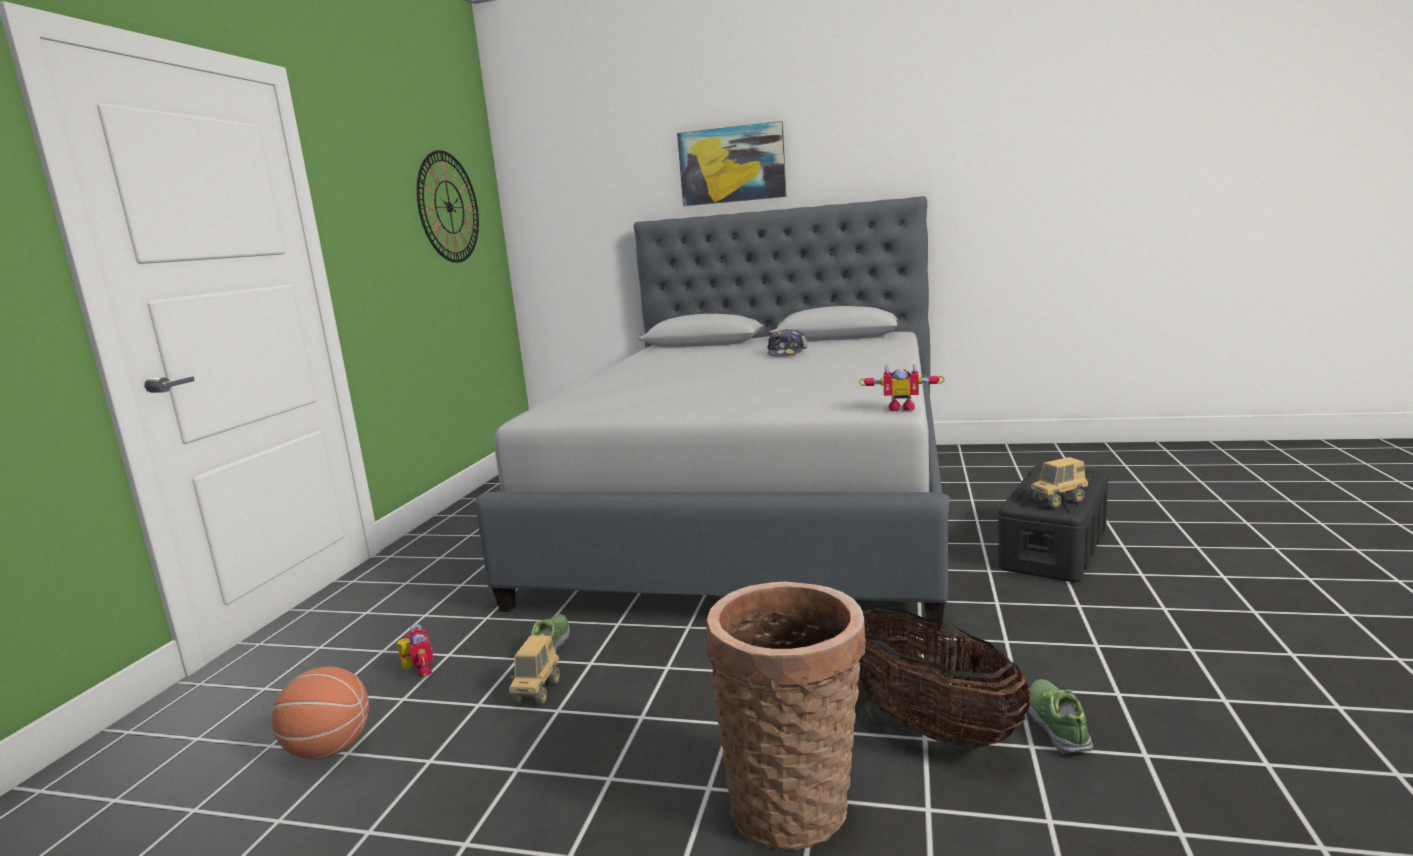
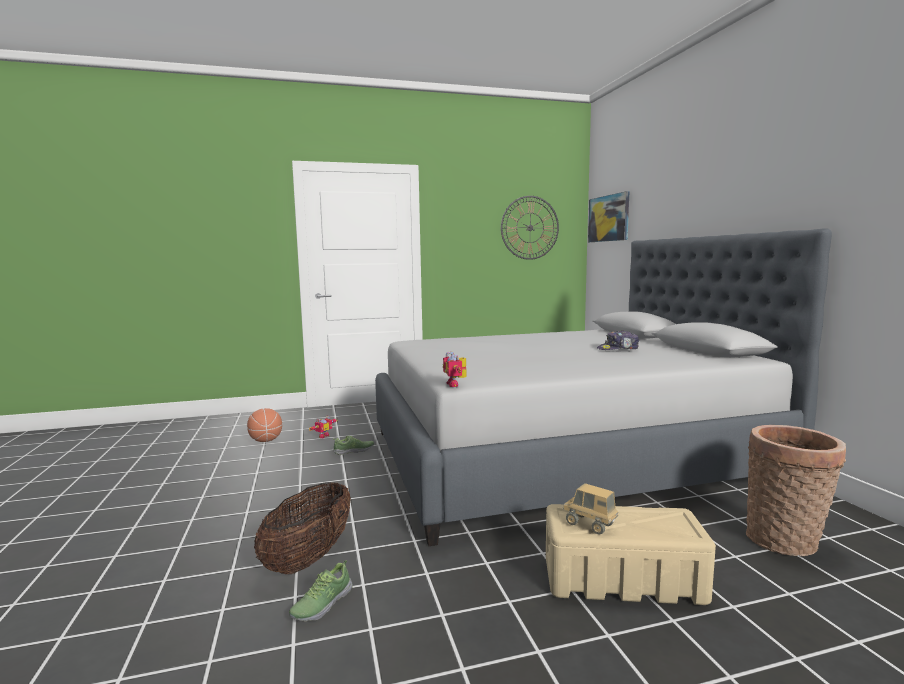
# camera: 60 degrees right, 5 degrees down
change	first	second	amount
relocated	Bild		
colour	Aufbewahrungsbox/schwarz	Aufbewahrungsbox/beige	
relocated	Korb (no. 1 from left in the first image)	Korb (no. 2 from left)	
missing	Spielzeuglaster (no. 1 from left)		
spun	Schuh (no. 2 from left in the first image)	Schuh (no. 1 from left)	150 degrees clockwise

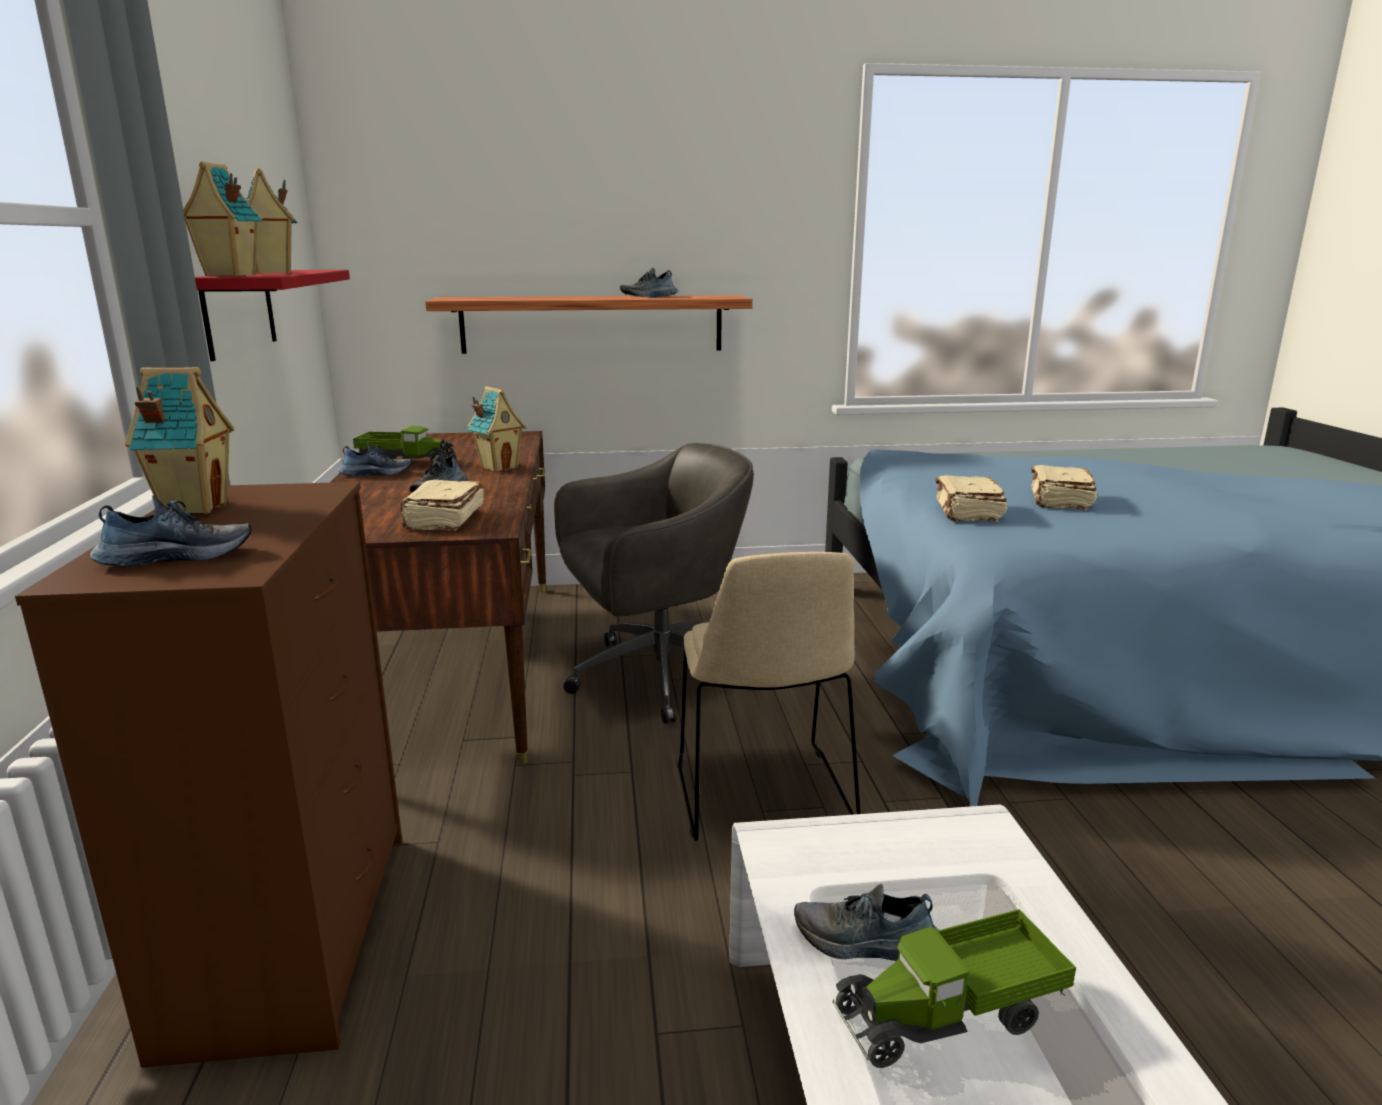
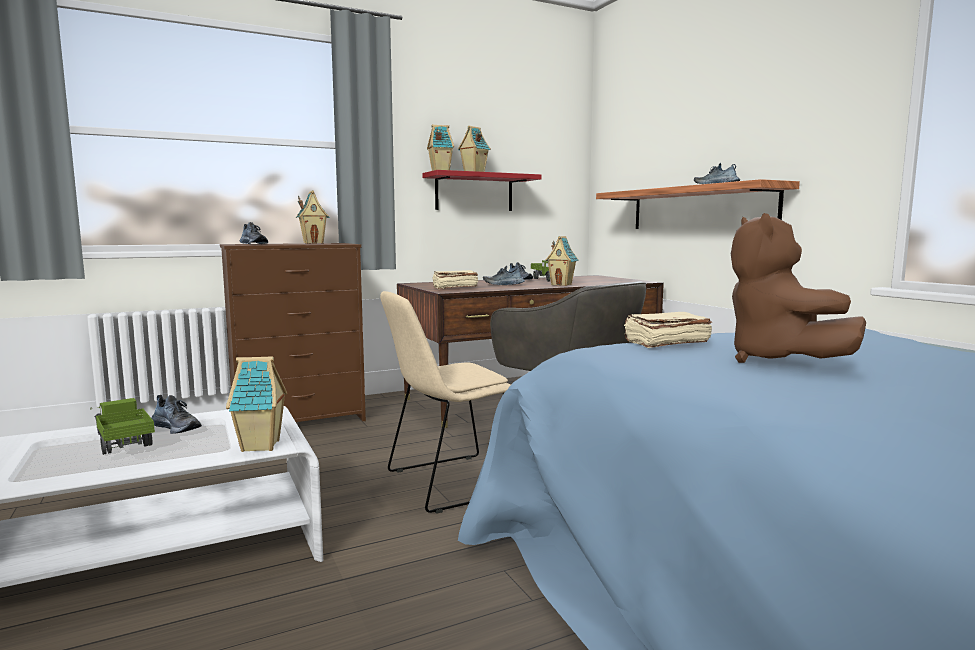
# camera: 70 degrees right, 10 degrees down
change	first	second	amount
exchanged	Buch/beige (no. 3 from left)	Plüschtier/braun	
spun	Schuh (no. 5 from left in the first image)	Schuh (no. 1 from left)	135 degrees clockwise
appeared		Spielzeughaus (no. 1 from left)	

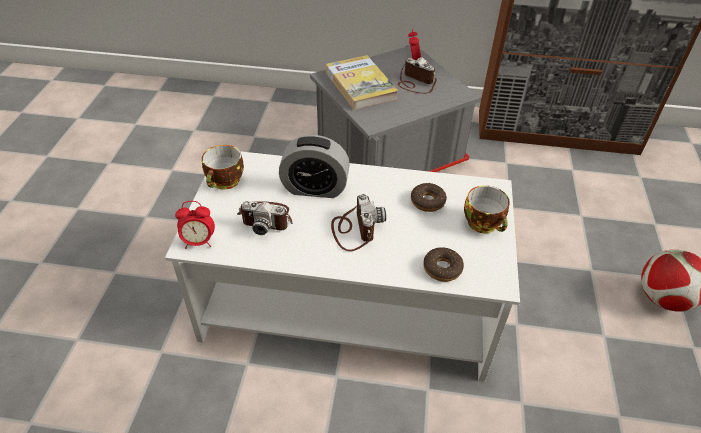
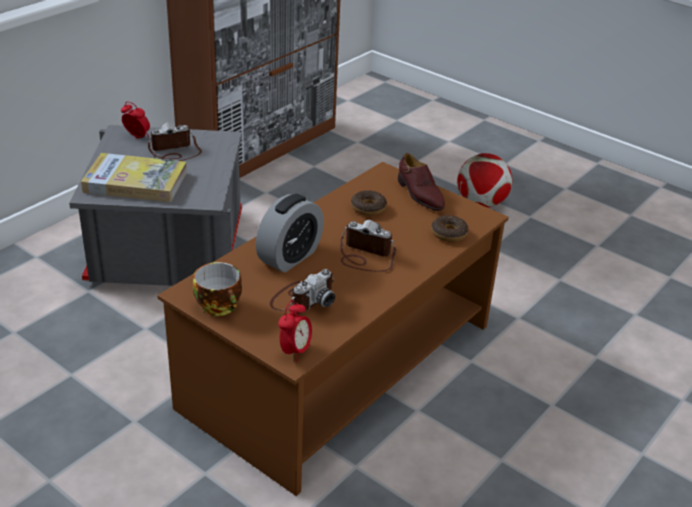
# camera: 60 degrees left, 10 degrees down
change	first	second	amount
colour	Couchtisch/weiß	Couchtisch/braun	
exchanged	Tasse (no. 2 from left)	Schuh/braun	

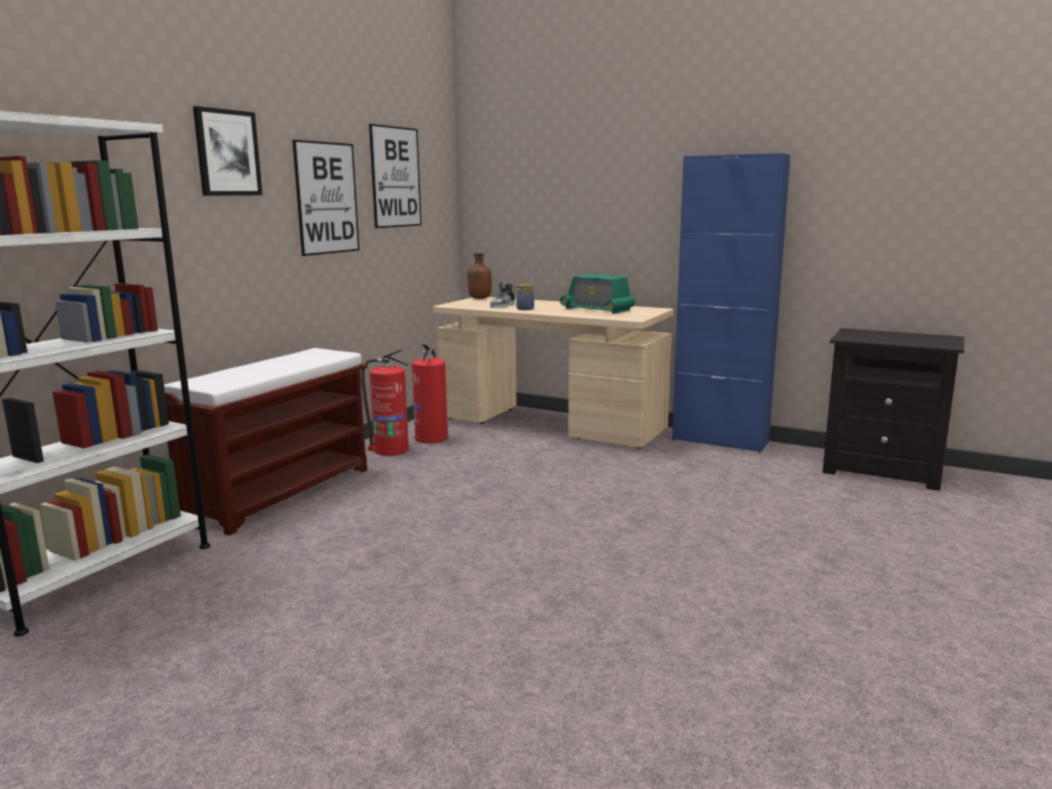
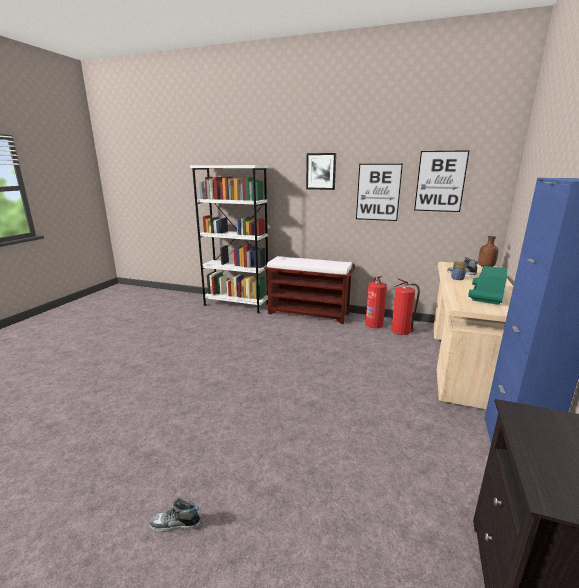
# camera: 80 degrees right, 5 degrees up
change	first	second	amount
appeared		Schuh (no. 1 from left)	

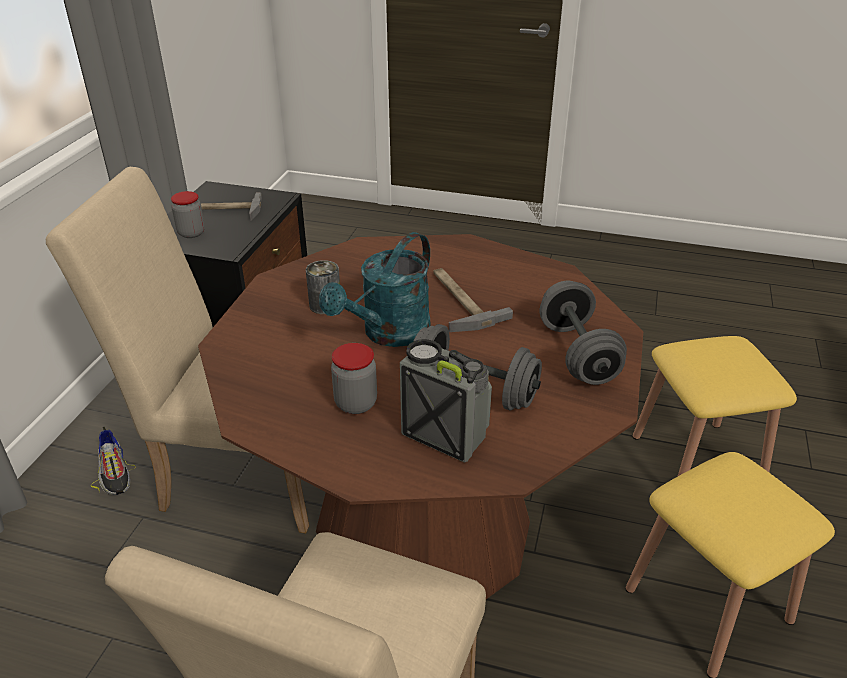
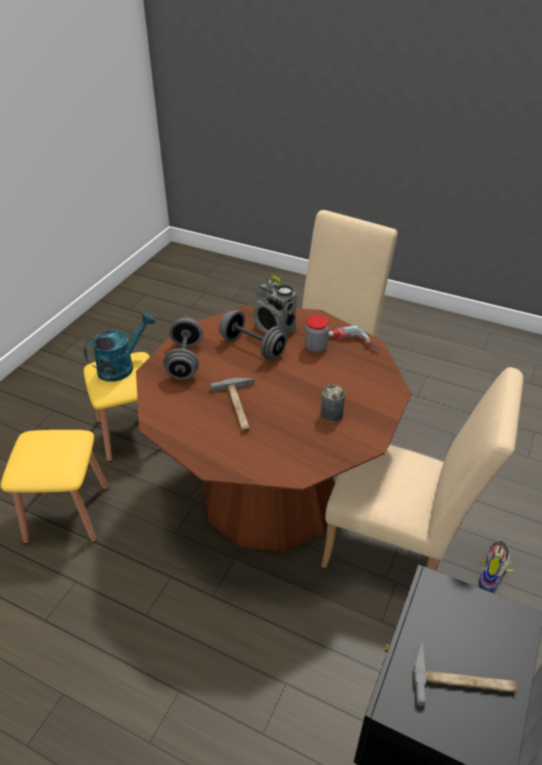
# camera: 170 degrees left, 5 degrees up
change	first	second	amount
missing	Vorratsglas (no. 1 from left)		
relocated	Gießkanne/türkis		
spun	Schuh		45 degrees clockwise
appeared		Bohrmaschine	

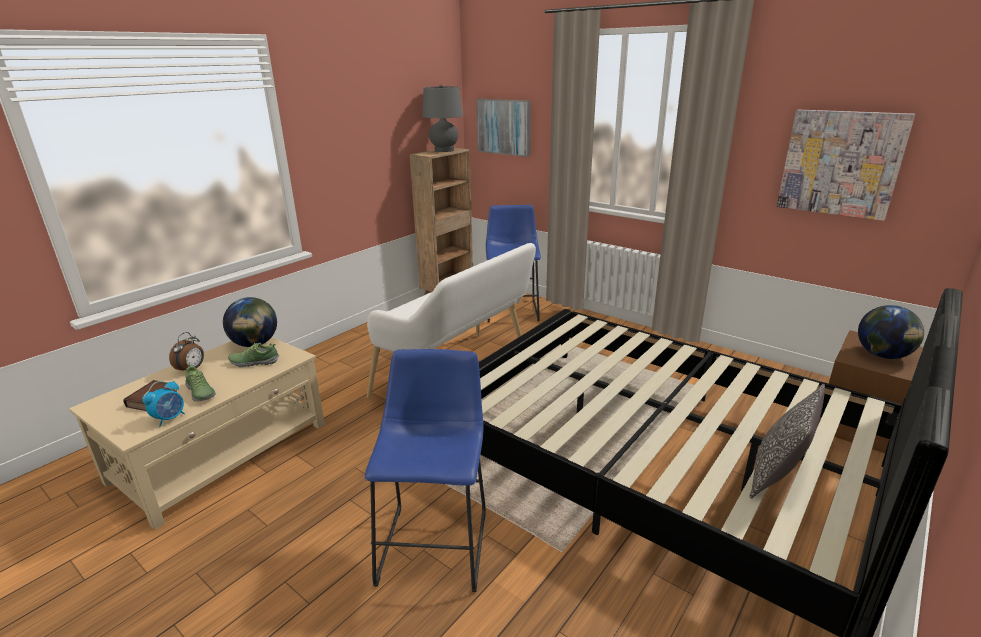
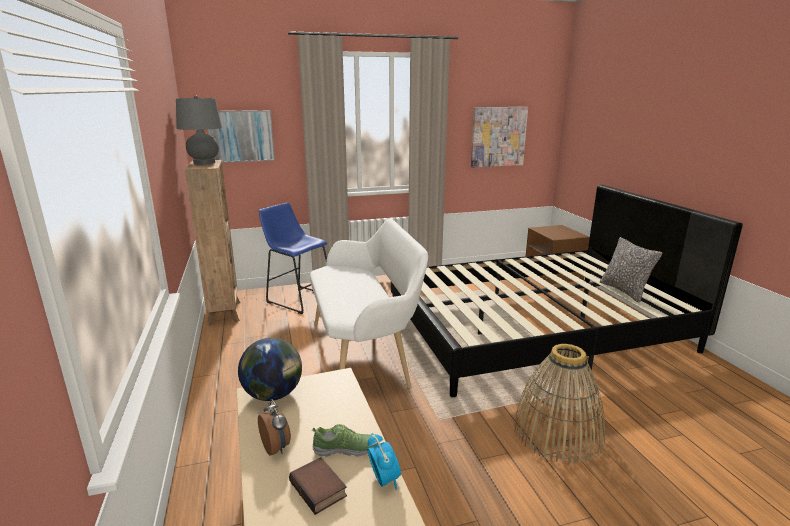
# camera: 55 degrees left, 5 degrees down
change	first	second	amount
missing	Globus (no. 2 from left)		
missing	Schuh (no. 2 from left)		
exchanged	Hocker/blau (no. 1 from left)	Korb	

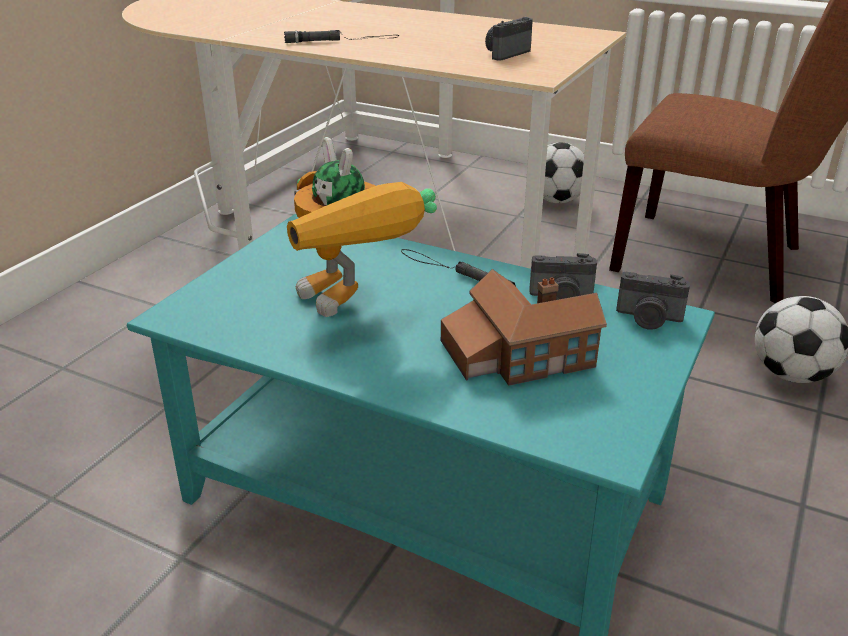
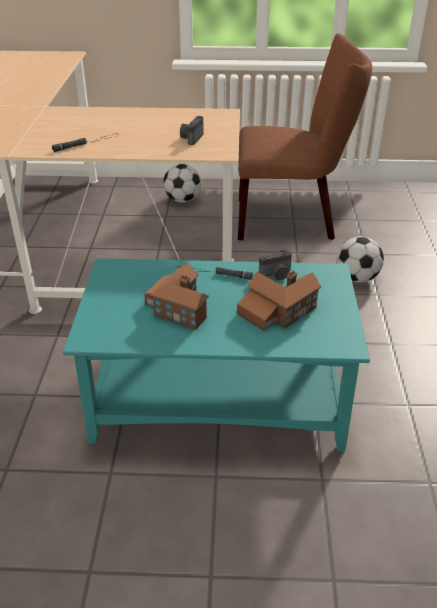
# camera: 25 degrees left, 5 degrees up
change	first	second	amount
exchanged	Spielzeugroboter	Spielzeughaus (no. 1 from left)	
missing	Kamera (no. 3 from left)		

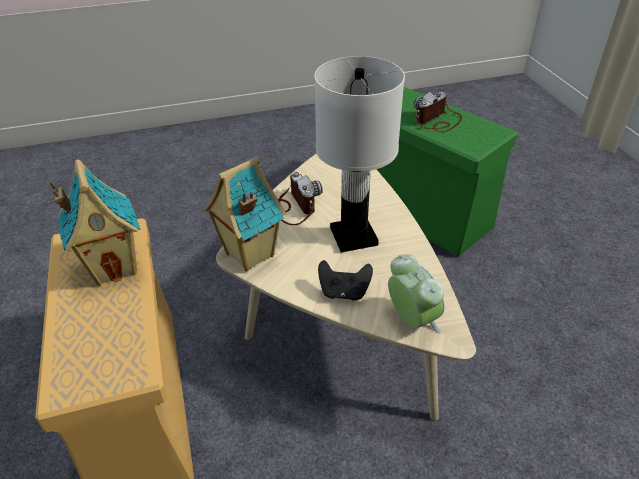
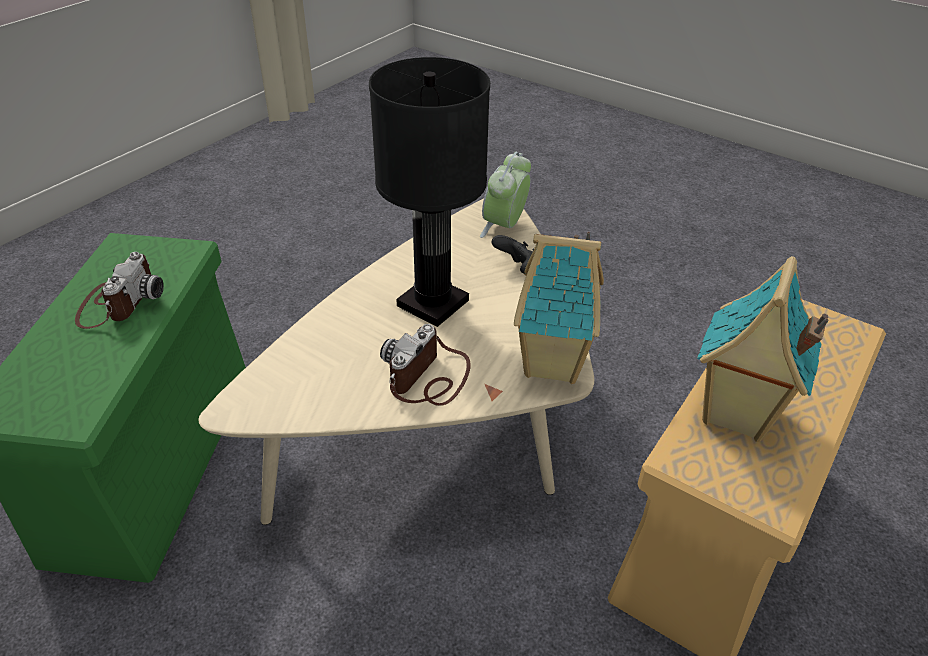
# camera: 130 degrees left, 0 degrees up
change	first	second	amount
colour	Tischlampe/weiß	Tischlampe/schwarz	
spun	Kamera (no. 2 from left in the first image)	Kamera (no. 1 from left)	90 degrees counterclockwise

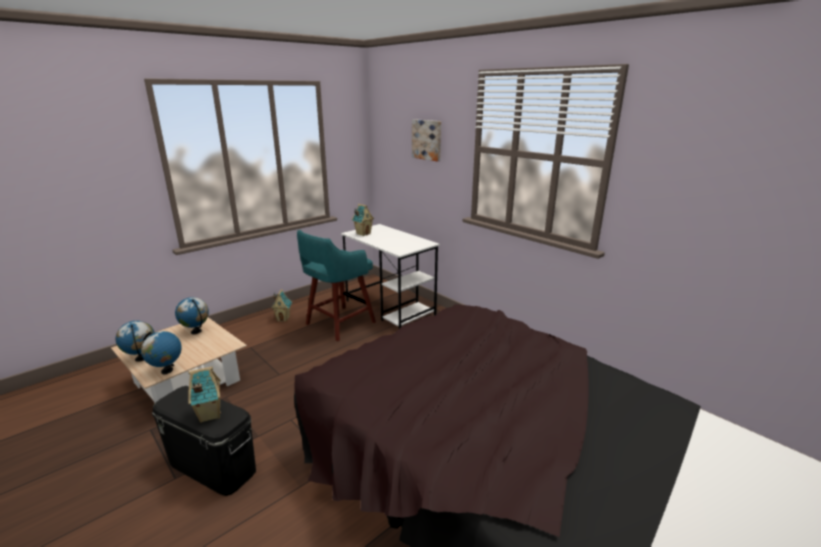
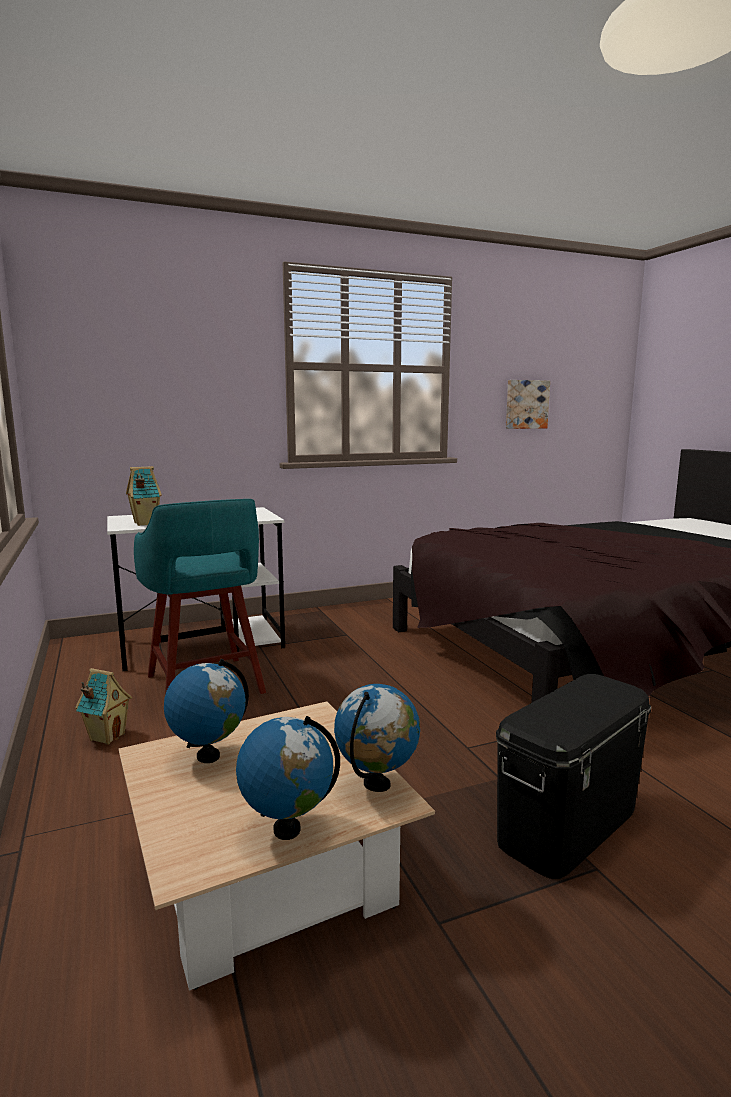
# camera: 70 degrees left, 10 degrees down
change	first	second	amount
relocated	Bild		
missing	Spielzeughaus (no. 1 from left)		

